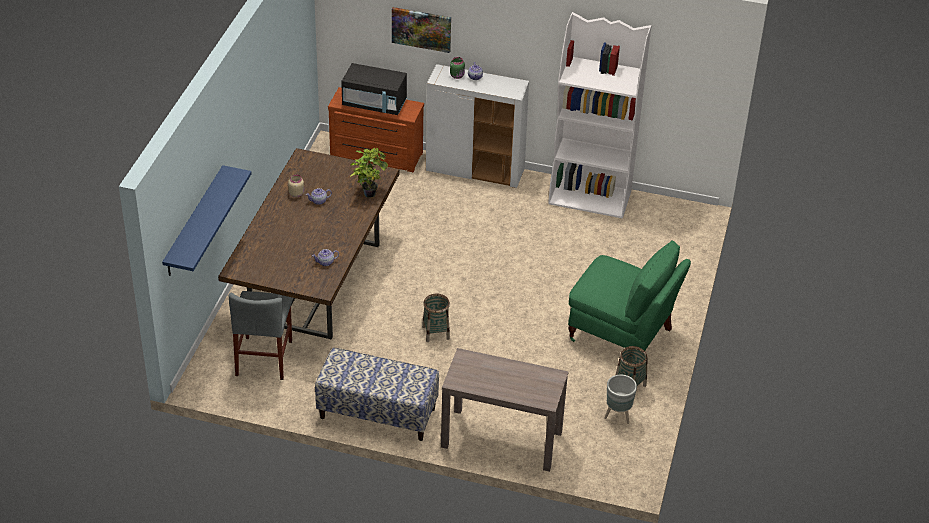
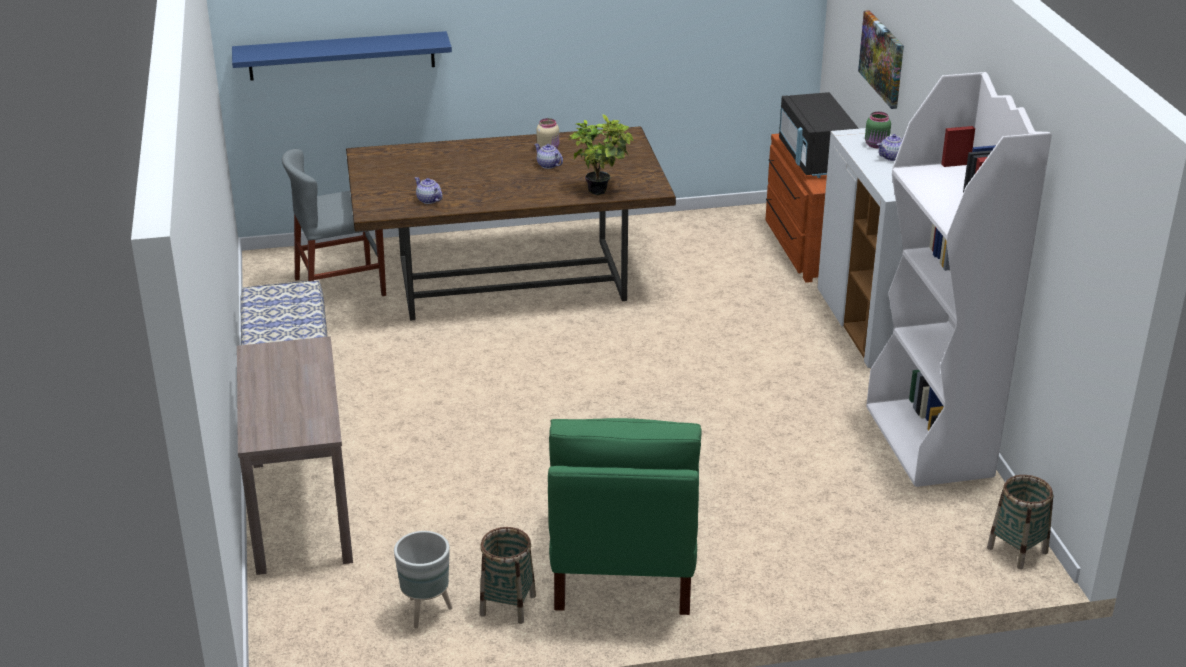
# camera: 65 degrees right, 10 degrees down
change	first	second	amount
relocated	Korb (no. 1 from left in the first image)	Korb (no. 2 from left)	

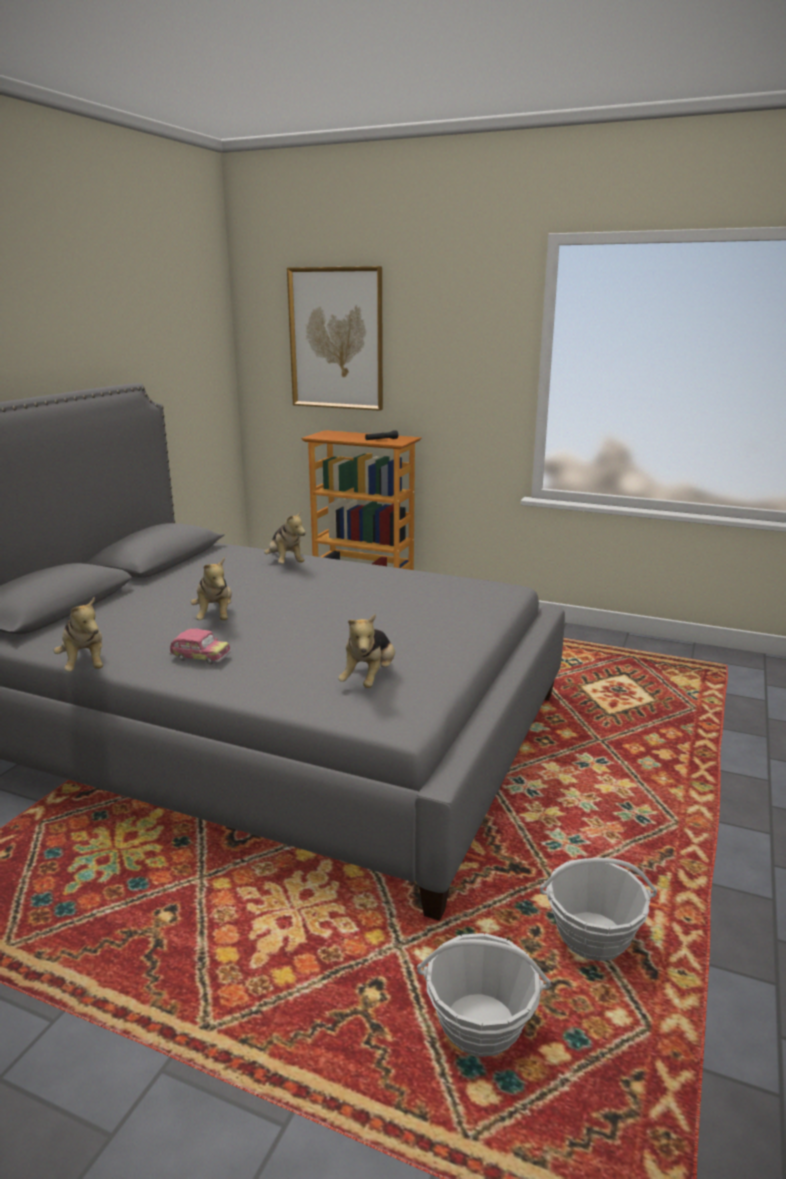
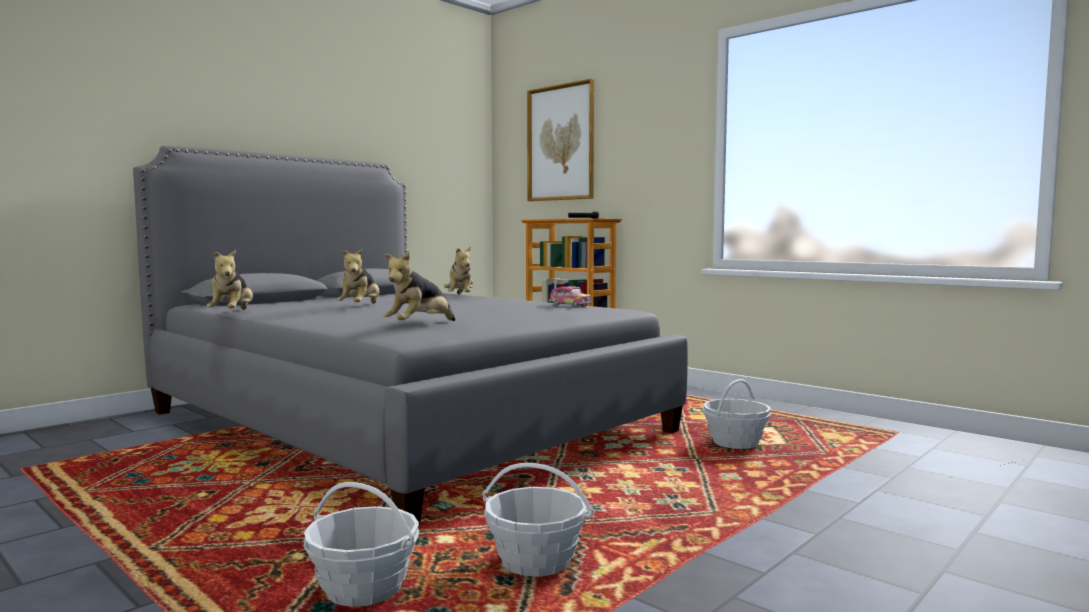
# camera: 20 degrees right, 15 degrees down
change	first	second	amount
relocated	Spielzeugauto		
appeared		Korb (no. 3 from left)	

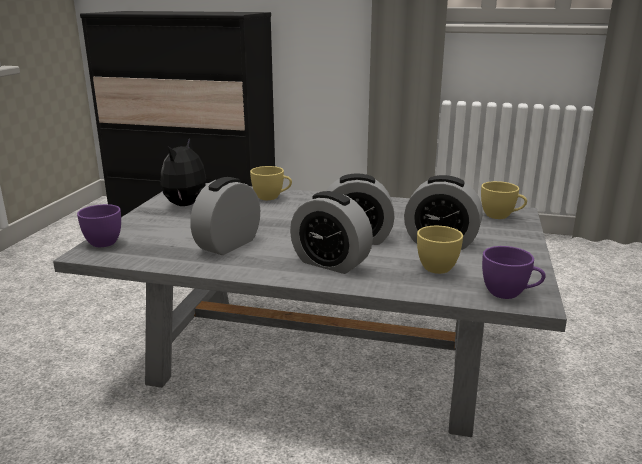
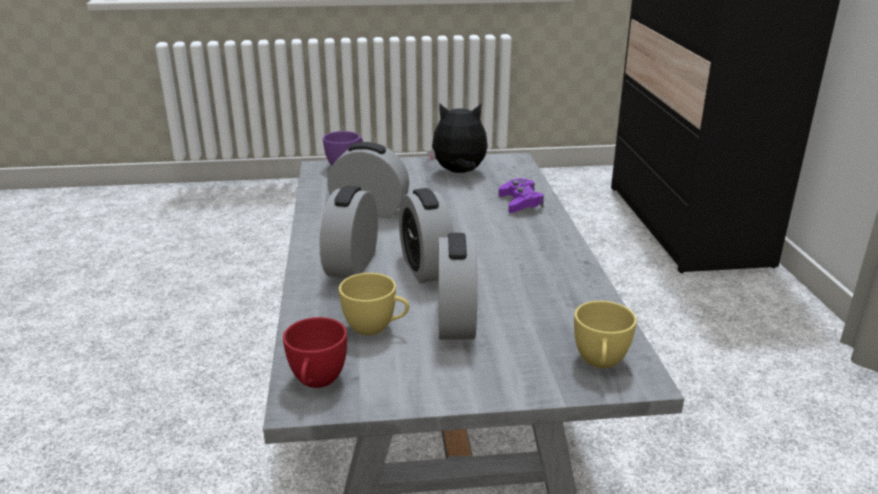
# camera: 70 degrees right, 5 degrees up
change	first	second	amount
exchanged	Tasse/gelb (no. 1 from left)	Gamepad/lila	
colour	Tasse/lila (no. 2 from left)	Tasse/rot	

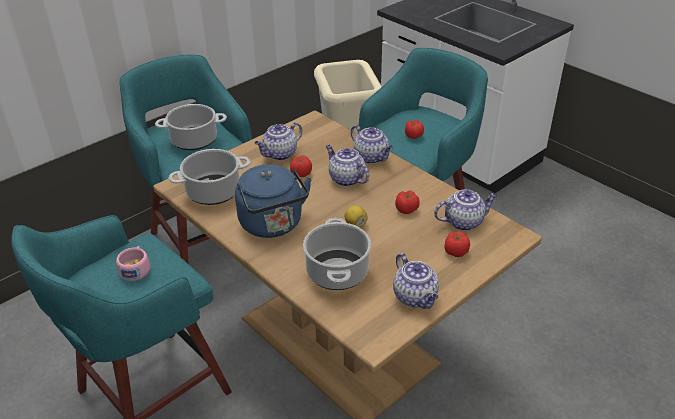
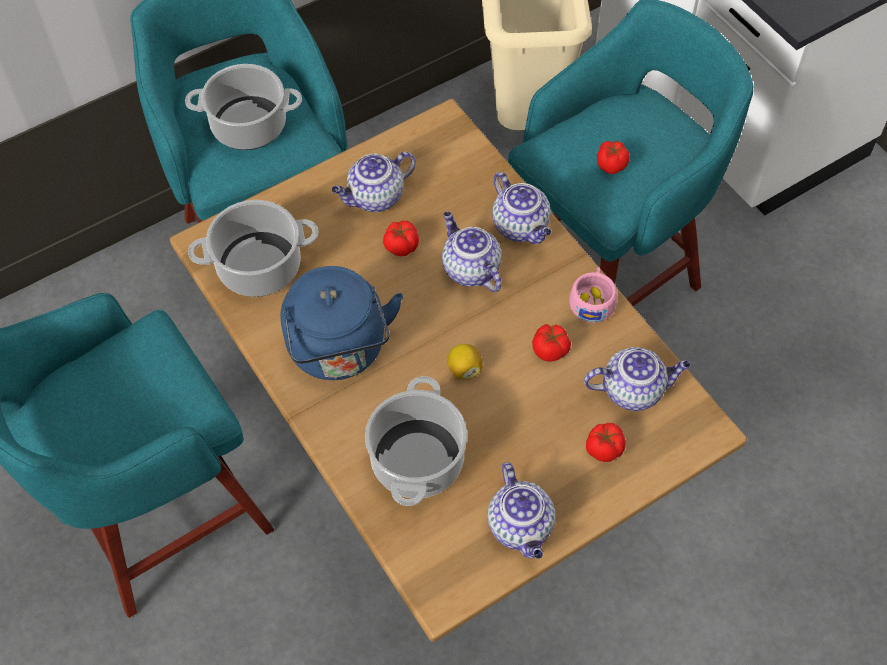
# camera: 10 degrees right, 20 degrees up
change	first	second	amount
relocated	Tasse/rosa		

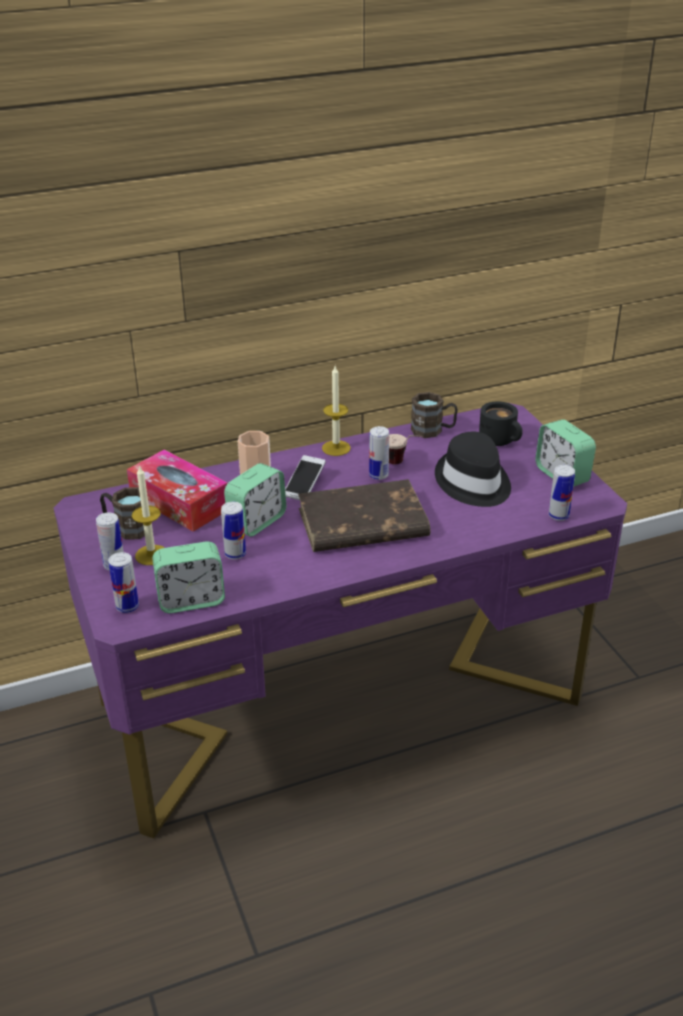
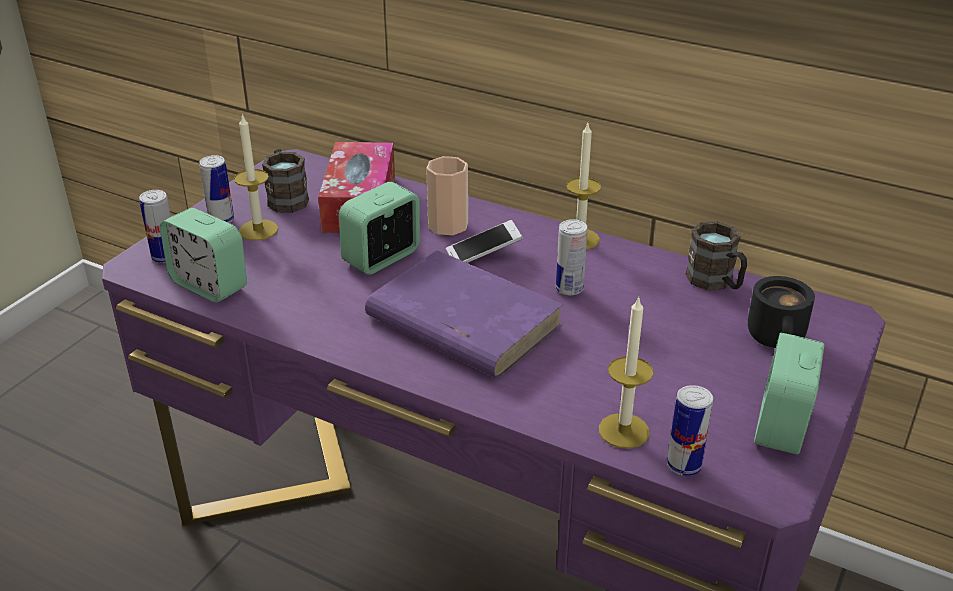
# camera: 50 degrees right, 0 degrees up
change	first	second	amount
missing	Hut/schwarz		
missing	Tasse (no. 2 from left)		
spun	Wecker (no. 2 from left)		135 degrees clockwise
colour	Buch/braun	Buch/lila	
missing	Dose (no. 3 from left)		
appeared		Kerze (no. 3 from left)	

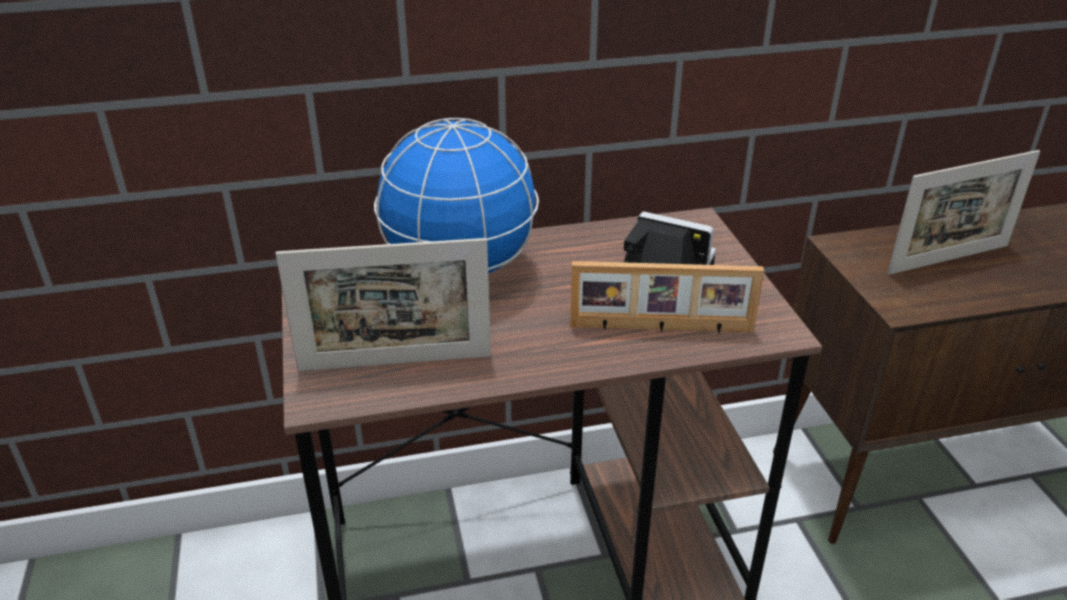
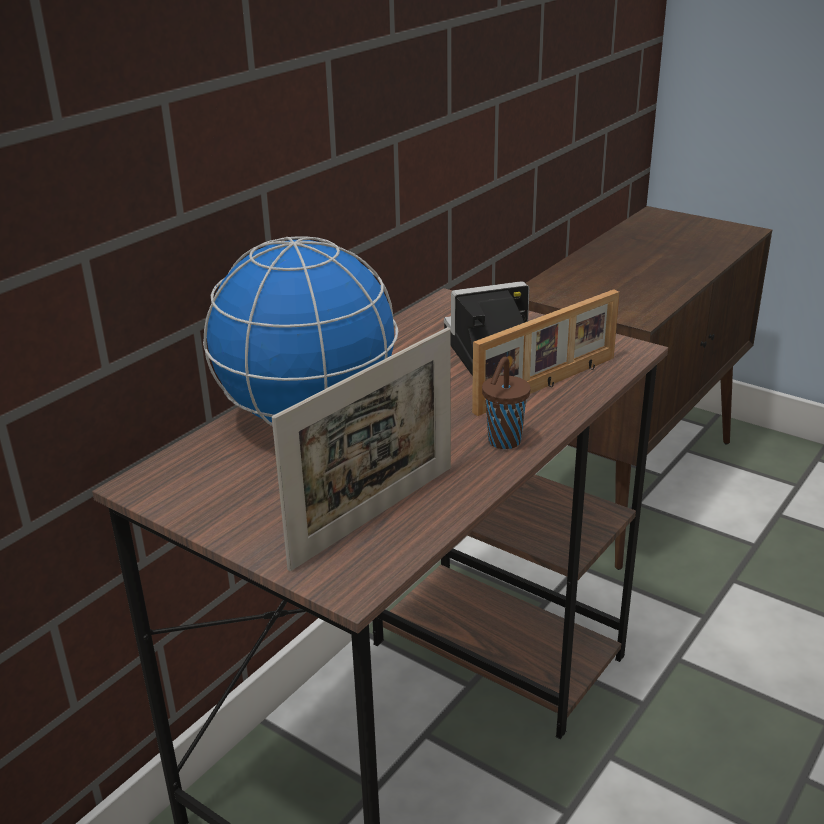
# camera: 40 degrees left, 5 degrees down
change	first	second	amount
missing	Bilderrahmen (no. 3 from left)		
appeared		Tasse/braun	

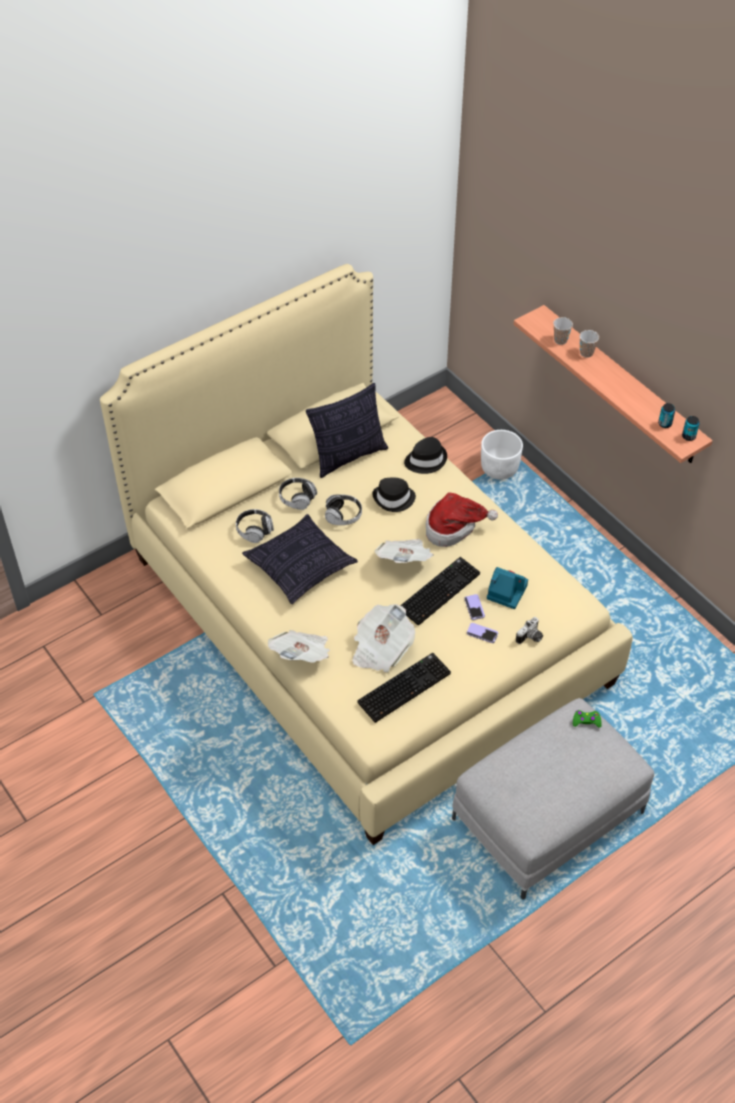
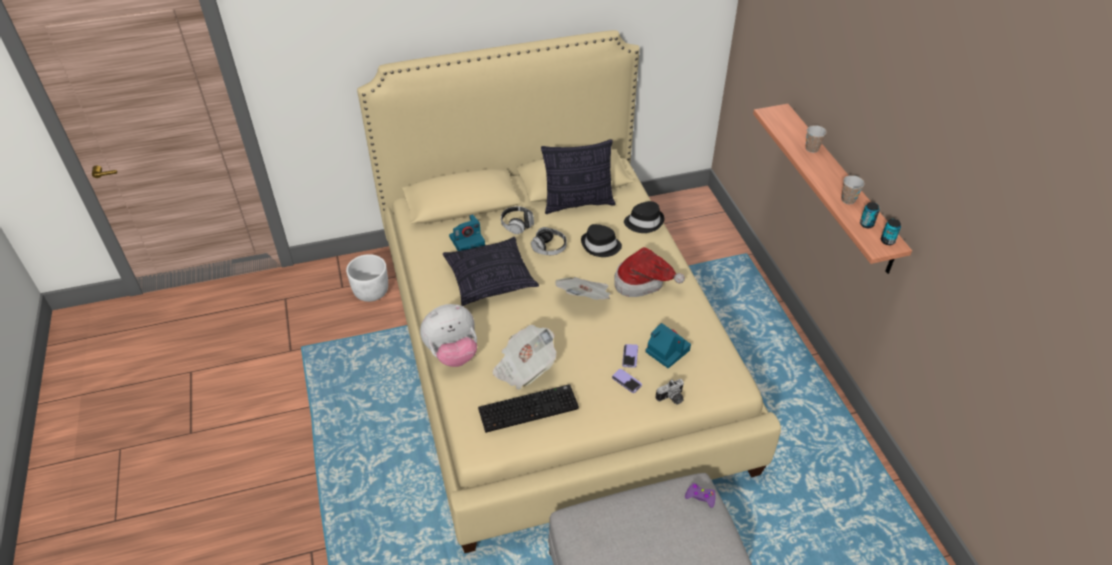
# camera: 20 degrees right, 5 degrees down
change	first	second	amount
relocated	Tasse (no. 1 from left in the first image)	Tasse (no. 2 from left)	
relocated	Pflanzkübel/weiß		
exchanged	Kopfhörer (no. 1 from left)	Kamera (no. 1 from left)	
missing	Tastatur (no. 2 from left)		
exchanged	Zeitung (no. 1 from left)	Plüschtier	
colour	Gamepad/grün	Gamepad/lila	

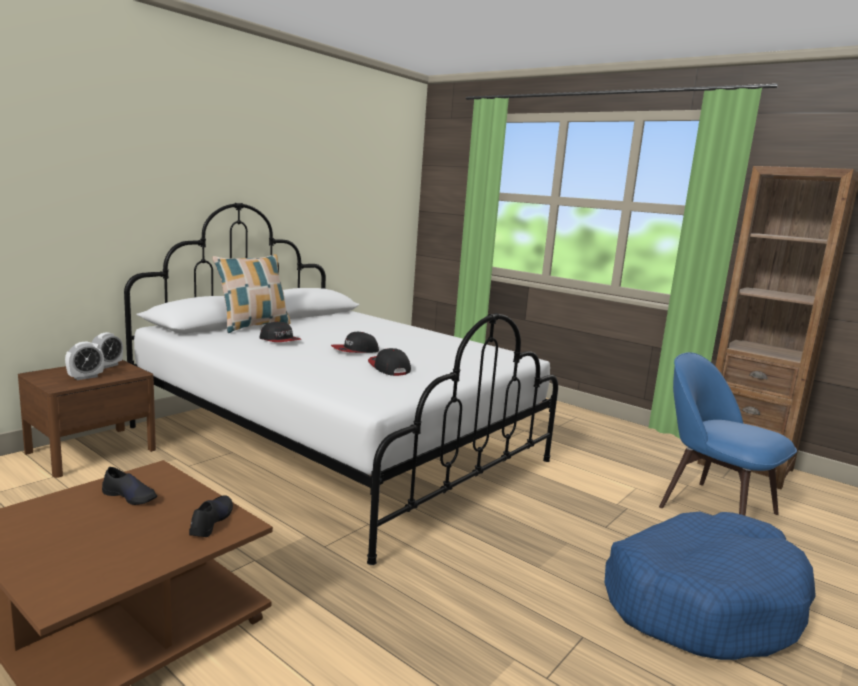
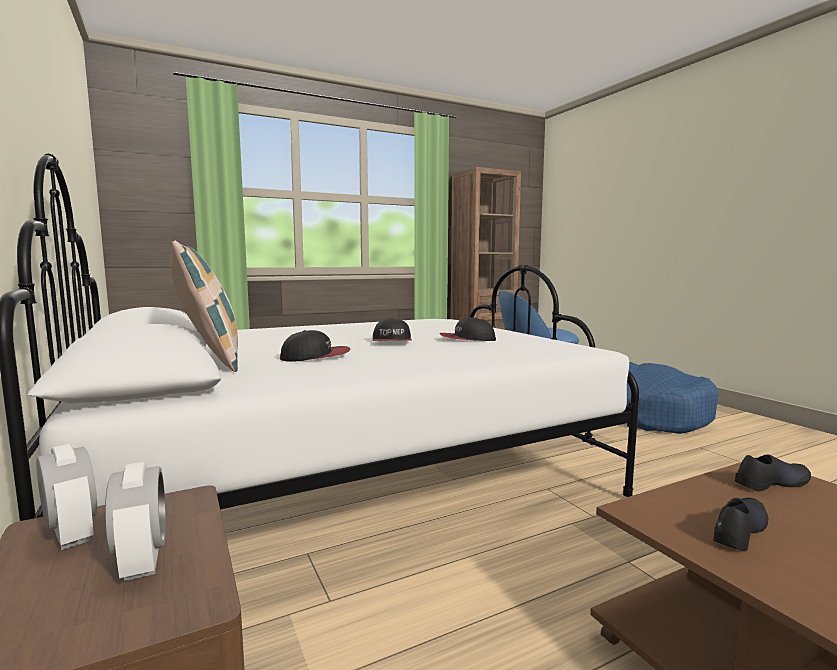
# camera: 65 degrees left, 5 degrees down
change	first	second	amount
spun	Schuh/schwarz (no. 2 from left)		135 degrees clockwise

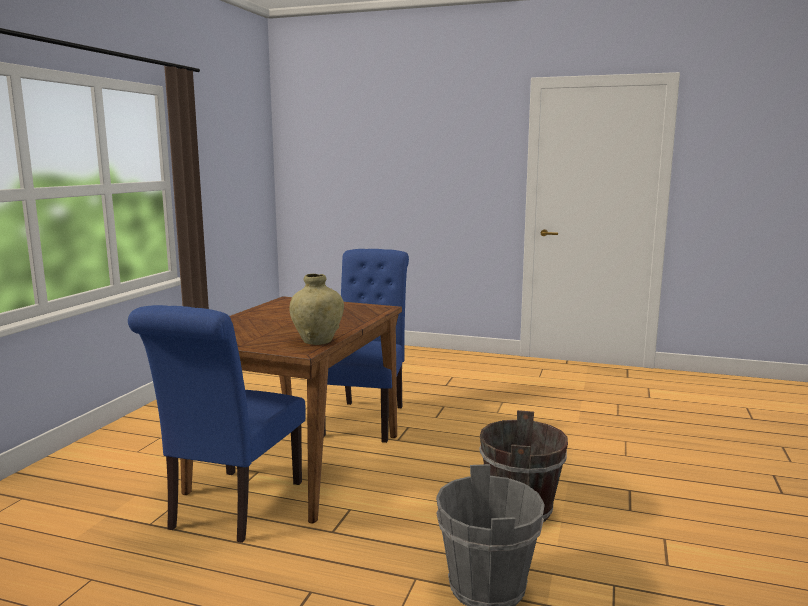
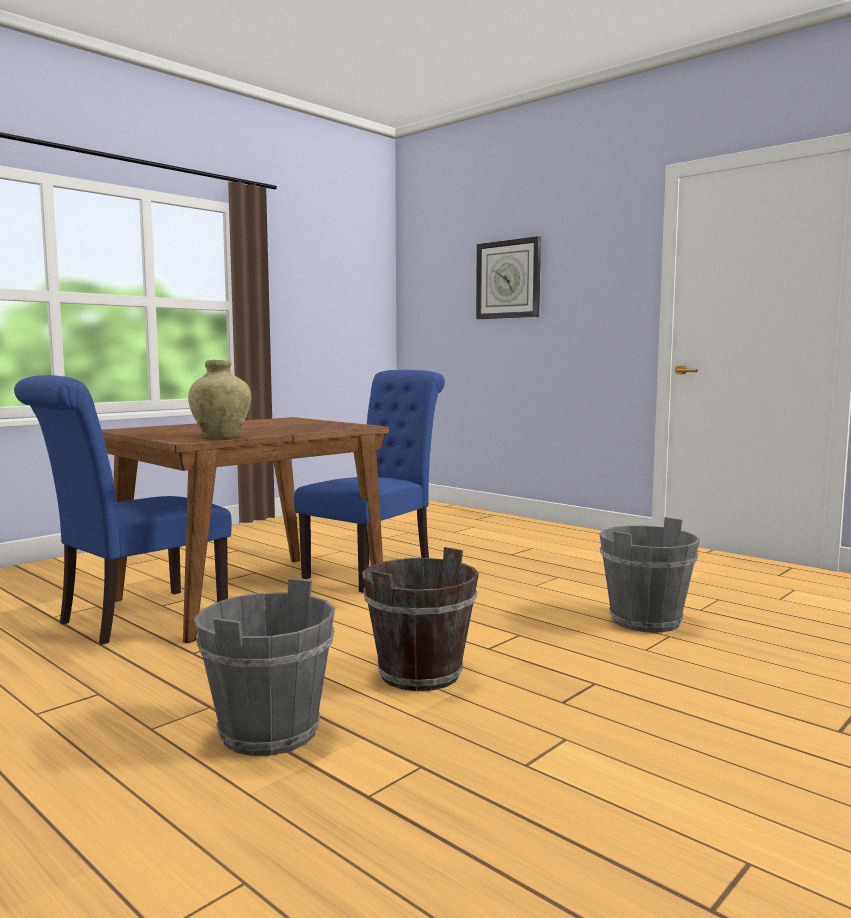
# camera: 25 degrees right, 5 degrees down
change	first	second	amount
appeared		Wanduhr	
appeared		Eimer/grau (no. 2 from left)	

